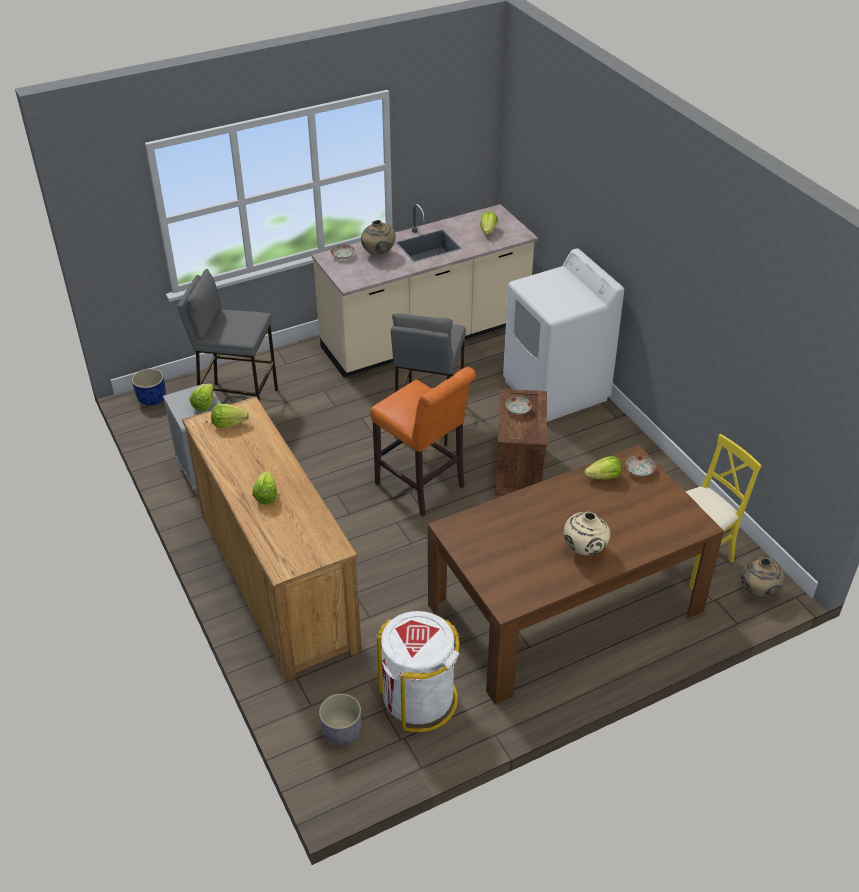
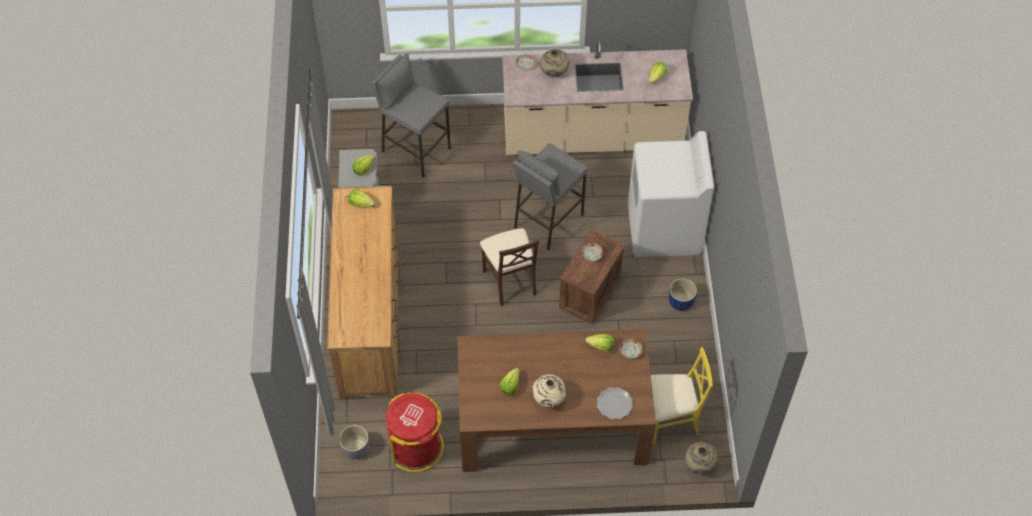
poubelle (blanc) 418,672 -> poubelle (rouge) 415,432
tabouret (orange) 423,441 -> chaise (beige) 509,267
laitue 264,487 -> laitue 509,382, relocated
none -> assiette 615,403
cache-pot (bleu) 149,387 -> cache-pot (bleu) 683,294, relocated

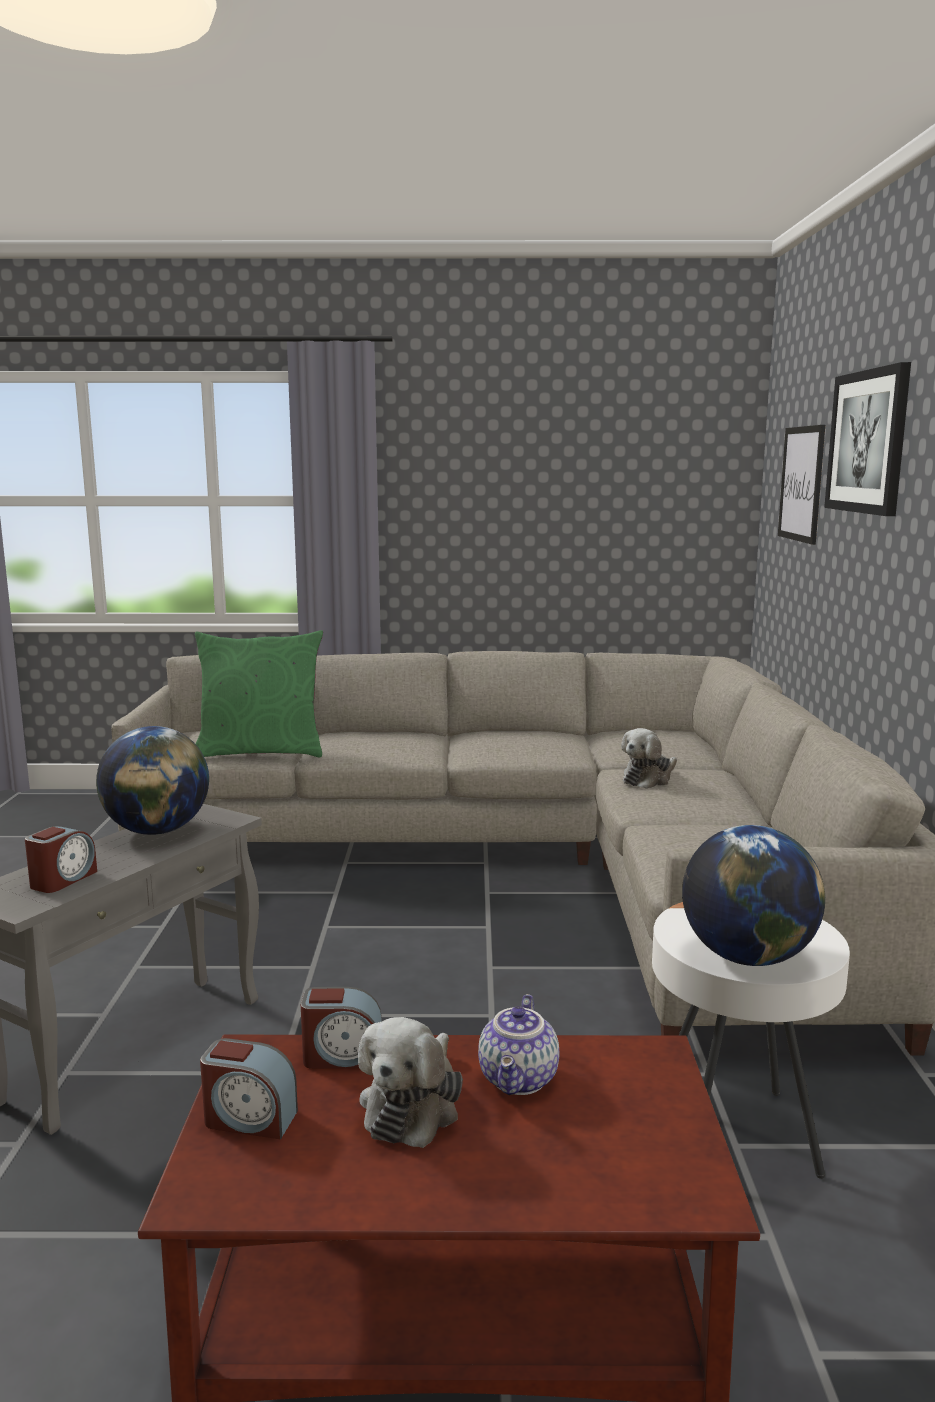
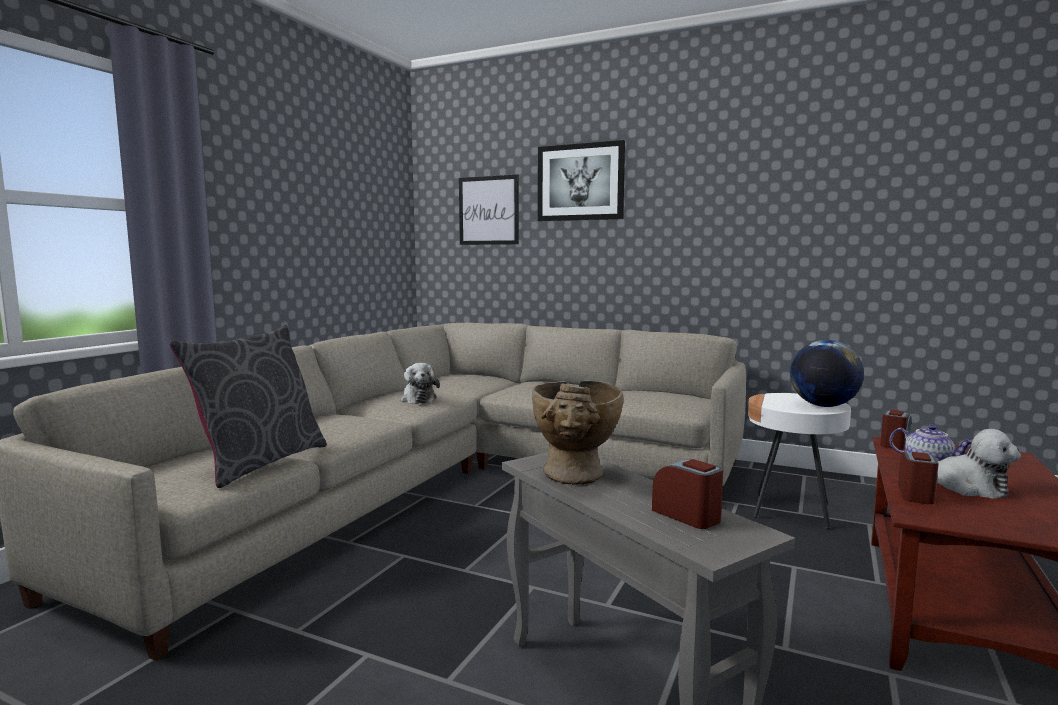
coussin (vert) 259,694 -> coussin (gris) 248,406
peluche 649,758 -> peluche 420,383, relocated
globe 152,780 -> vase (beige) 577,432
réveil 249,1088 -> réveil 895,430, relocated

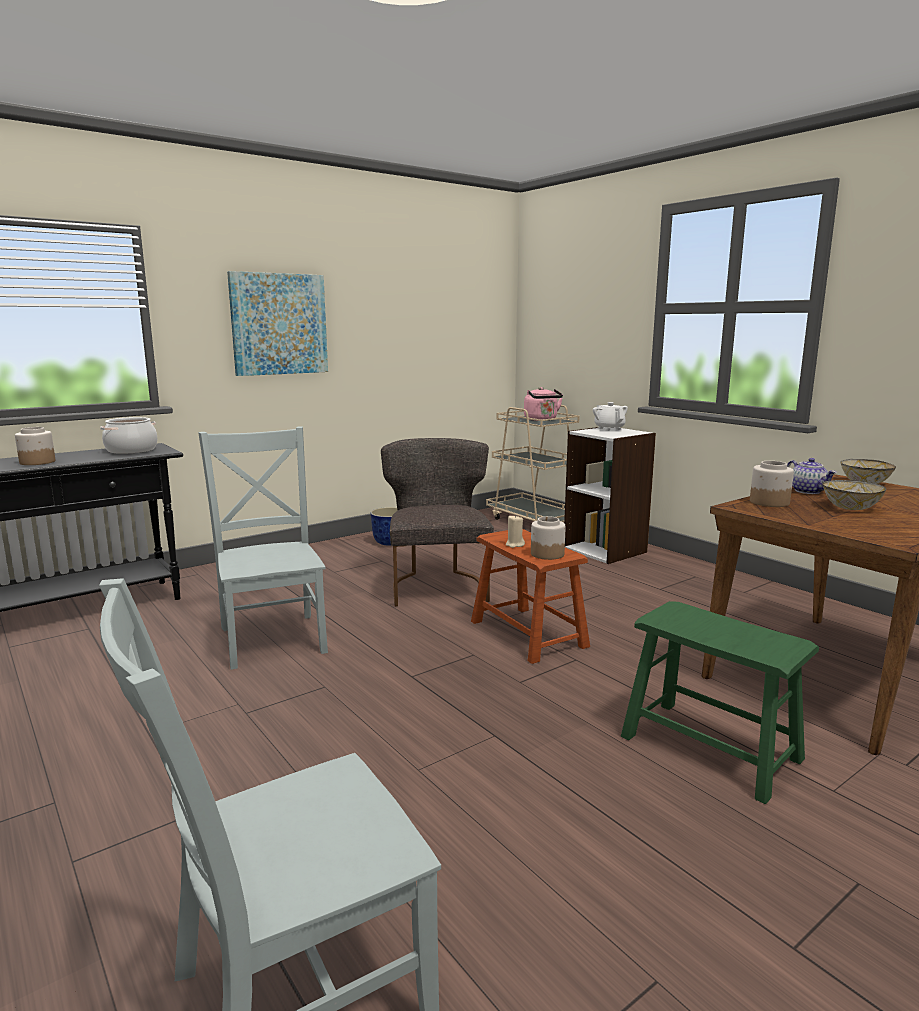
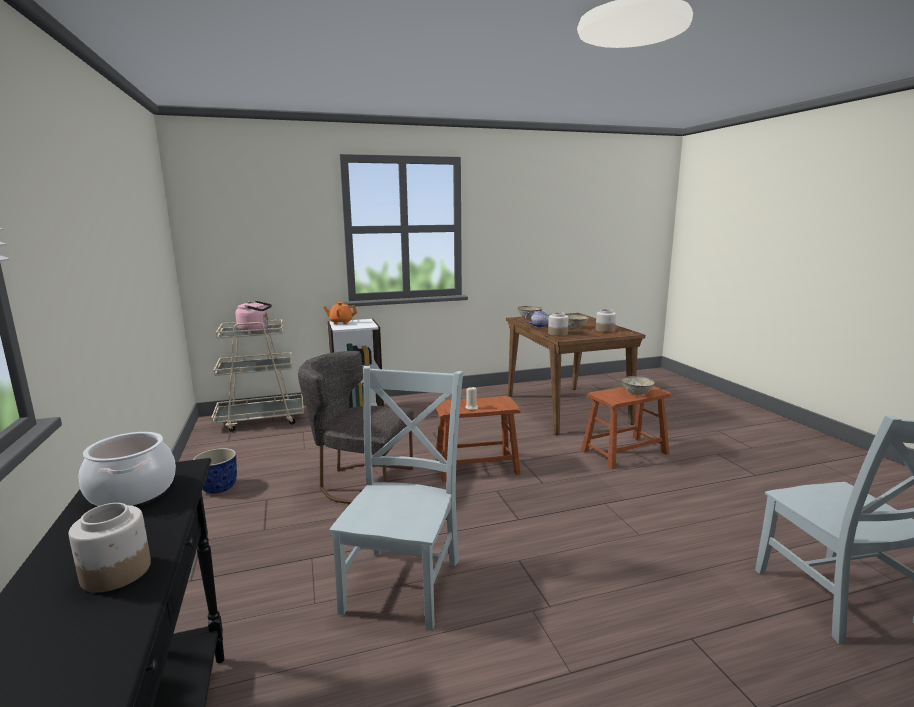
théière (blanc) 610,416 -> théière (orange) 340,313
chaise (gris) 263,548 -> chaise (gris) 396,498, 105 degrees clockwise
tabouret (vert) 720,702 -> tabouret (marron) 626,427
bocal 548,538 -> bocal 606,320, relocated
none -> bol 638,385
tableau 277,323 -> none

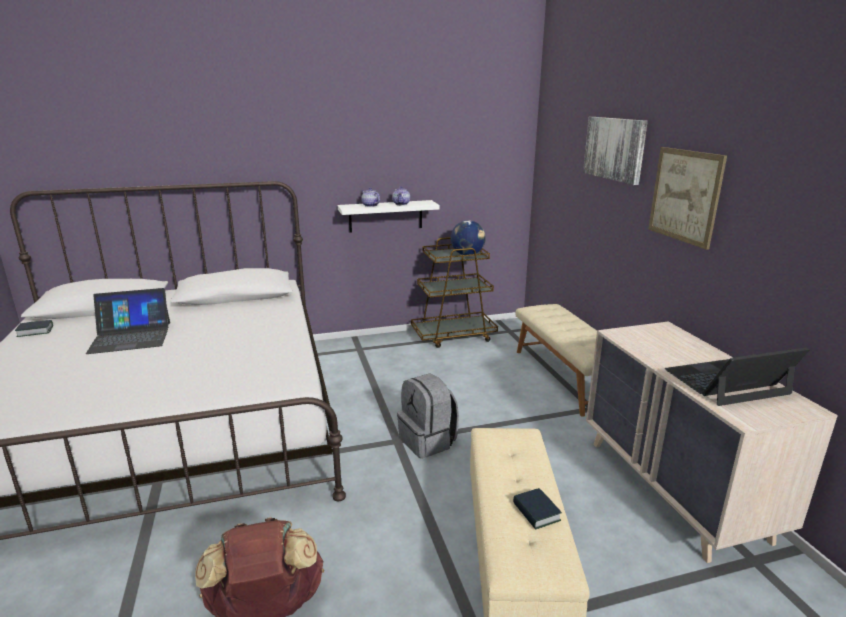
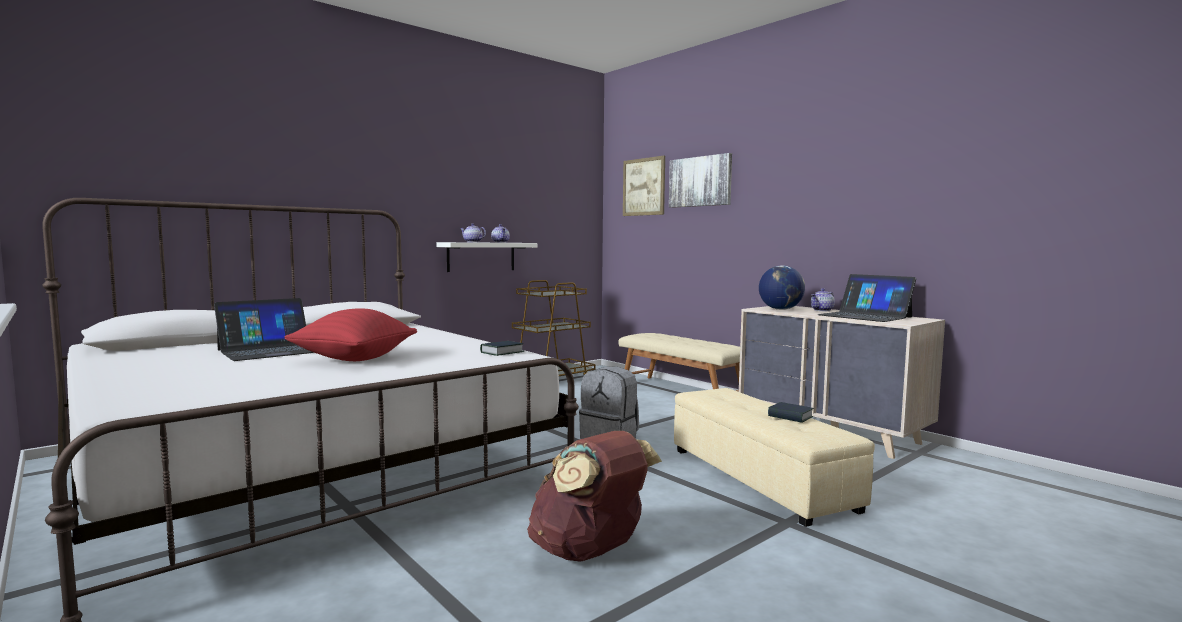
none -> coussin (rouge) 351,334
livre 34,328 -> livre 502,348, relocated
tableau 687,198 -> tableau 644,186, relocated
globe 468,237 -> globe 782,287, relocated
none -> théière 823,299
ordinateur portable 736,376 -> ordinateur portable 867,298, 90 degrees counterclockwise

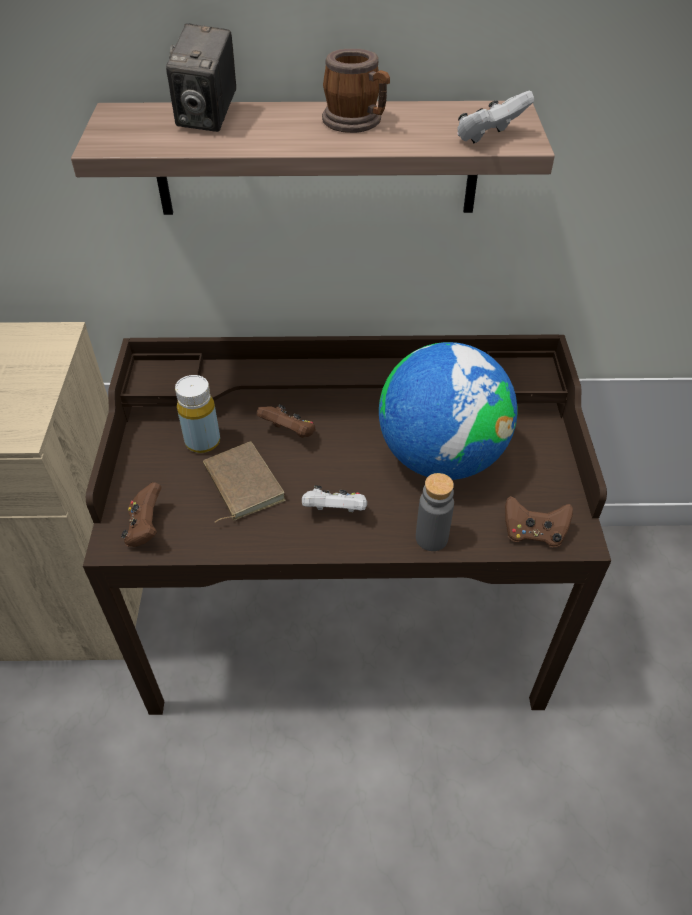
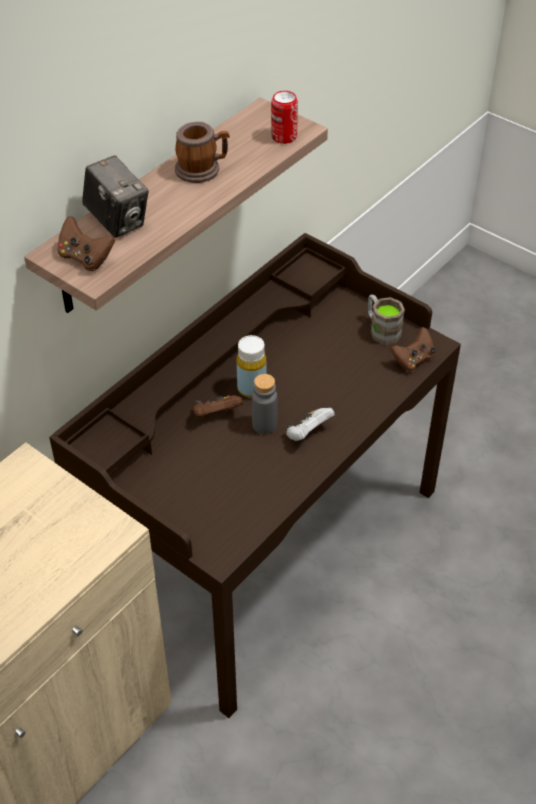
manette (marron) 141,514 -> manette (marron) 86,243, relocated
bouteille (jaune) 197,414 -> bouteille (jaune) 251,366, relocated
bouteille (gris) 435,512 -> bouteille (gris) 264,404, relocated
manette (blanc) 495,117 -> boîte métallique 284,117
none -> mug (marron) 386,319
livre (marron) 244,482 -> none
globe 448,411 -> none

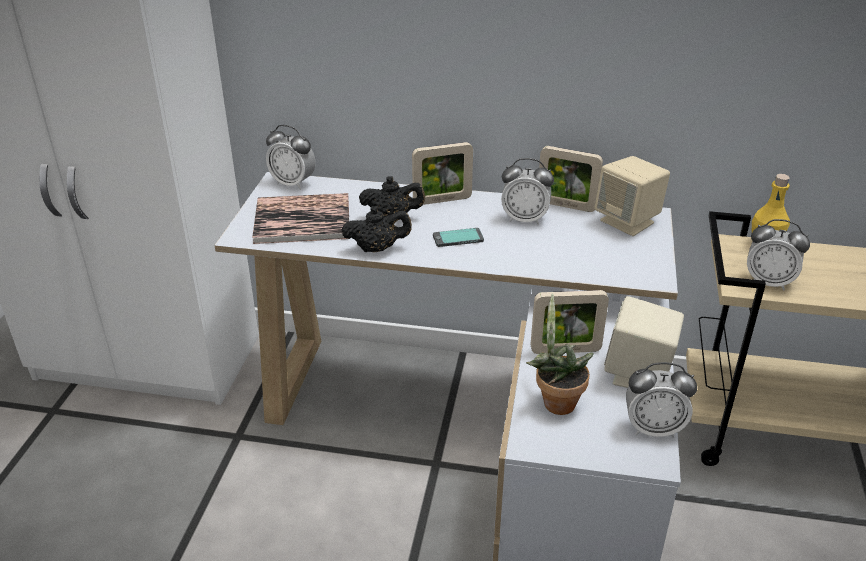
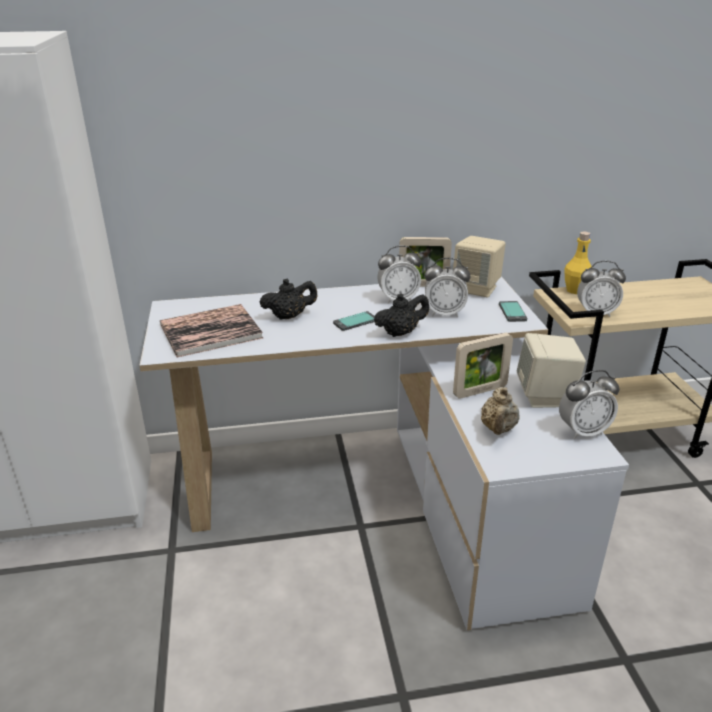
théière (noir) 376,229 -> théière (noir) 401,315, relocated
réveil 291,157 -> réveil 447,287, relocated
plante en pot 559,354 -> théière (beige) 500,411
none -> téléphone 513,311
cadre photo 442,173 -> none

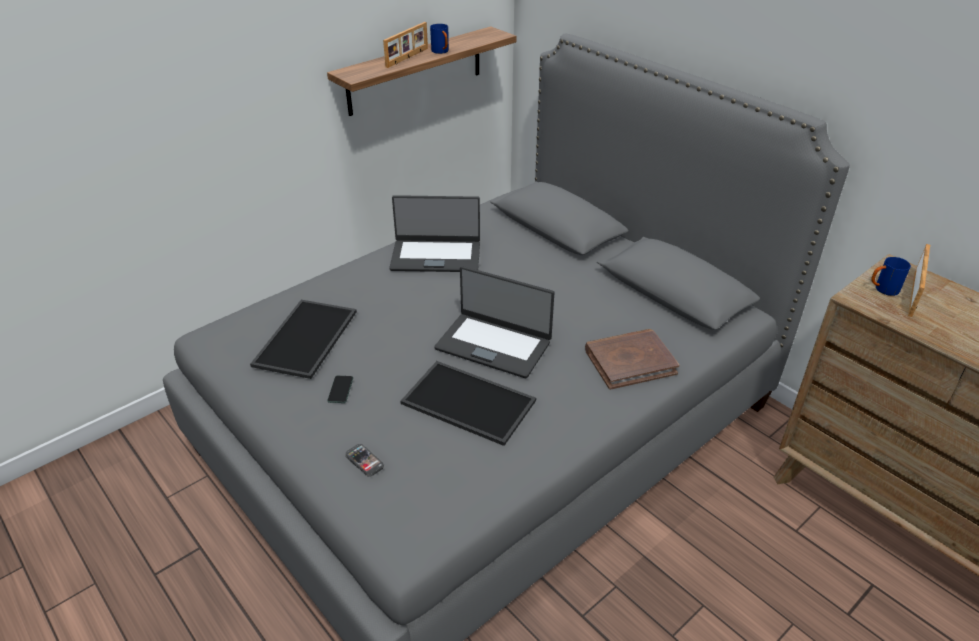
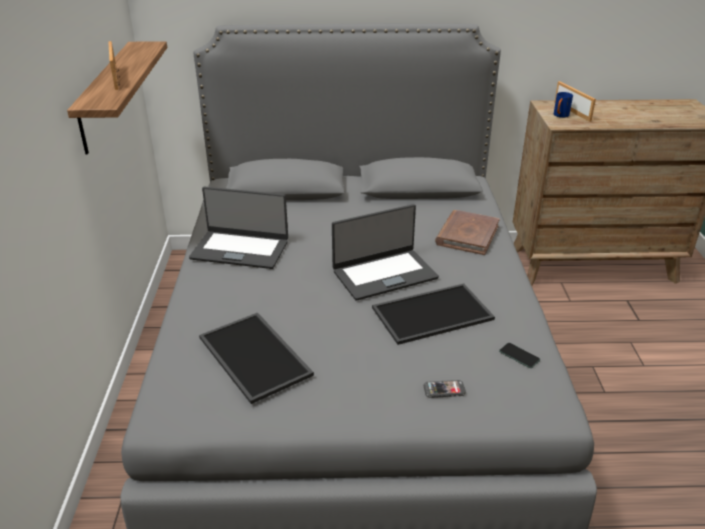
ordinateur portable 434,233 -> ordinateur portable 238,228, 60 degrees clockwise
téléphone 340,389 -> téléphone 519,355, relocated
mug (bleu) 439,39 -> none

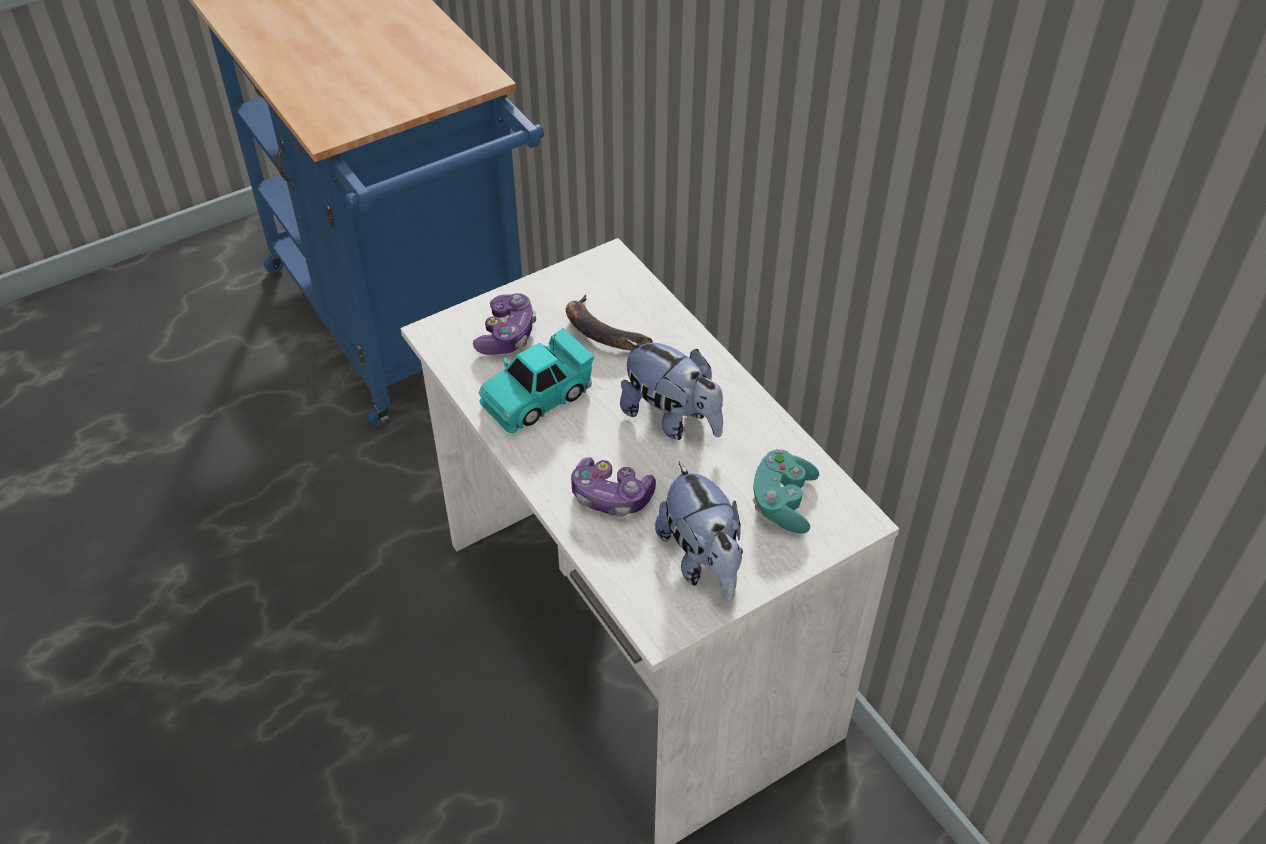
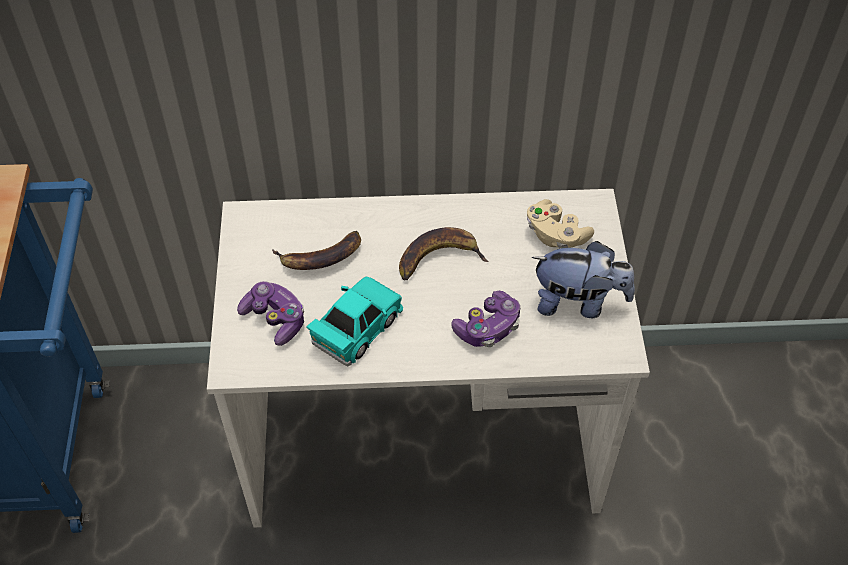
petite voiture (turquoise) 536,380 -> petite voiture (turquoise) 354,321, 135 degrees counterclockwise
peluche 671,389 -> banane 444,254
manette (turquoise) 785,491 -> manette (beige) 560,224

